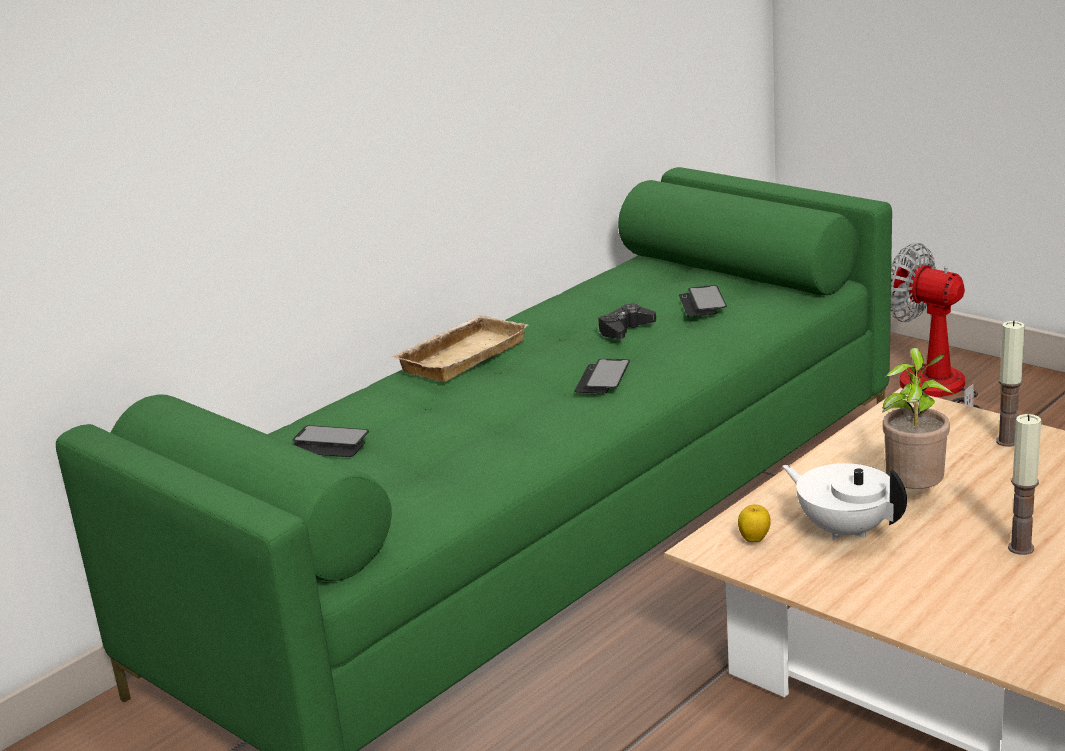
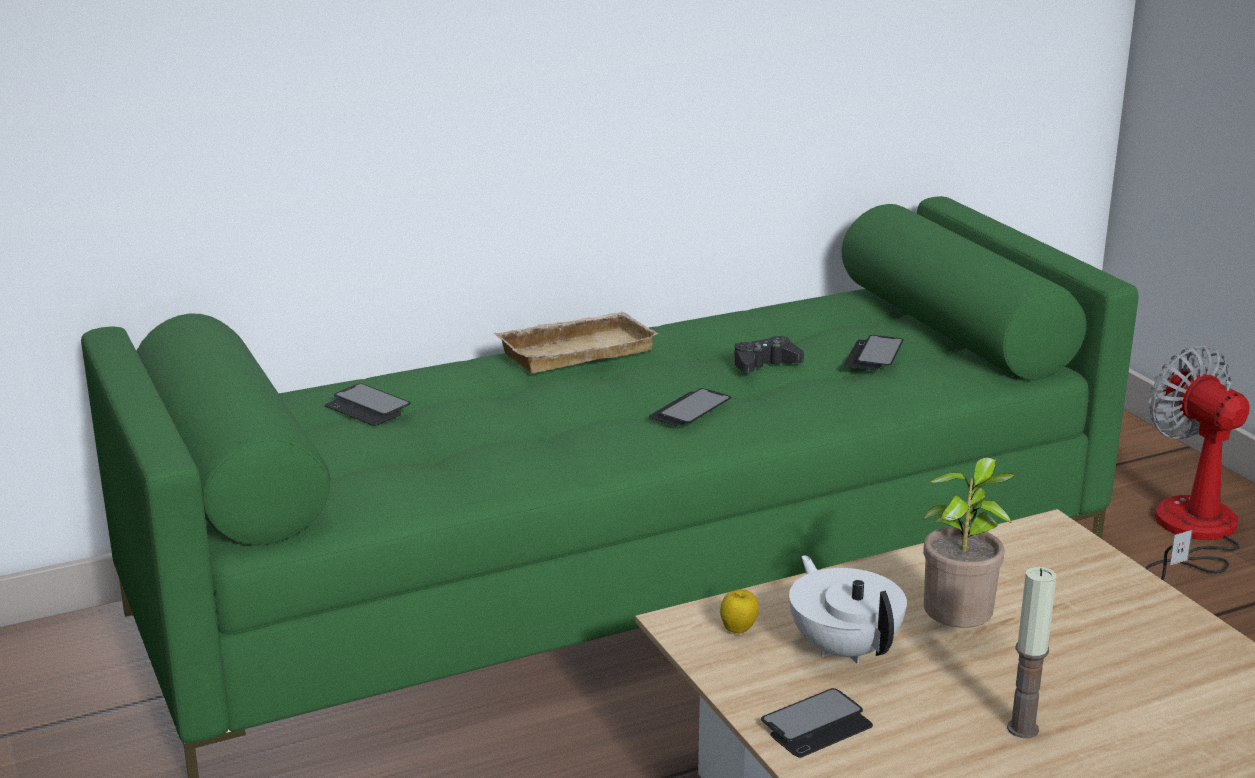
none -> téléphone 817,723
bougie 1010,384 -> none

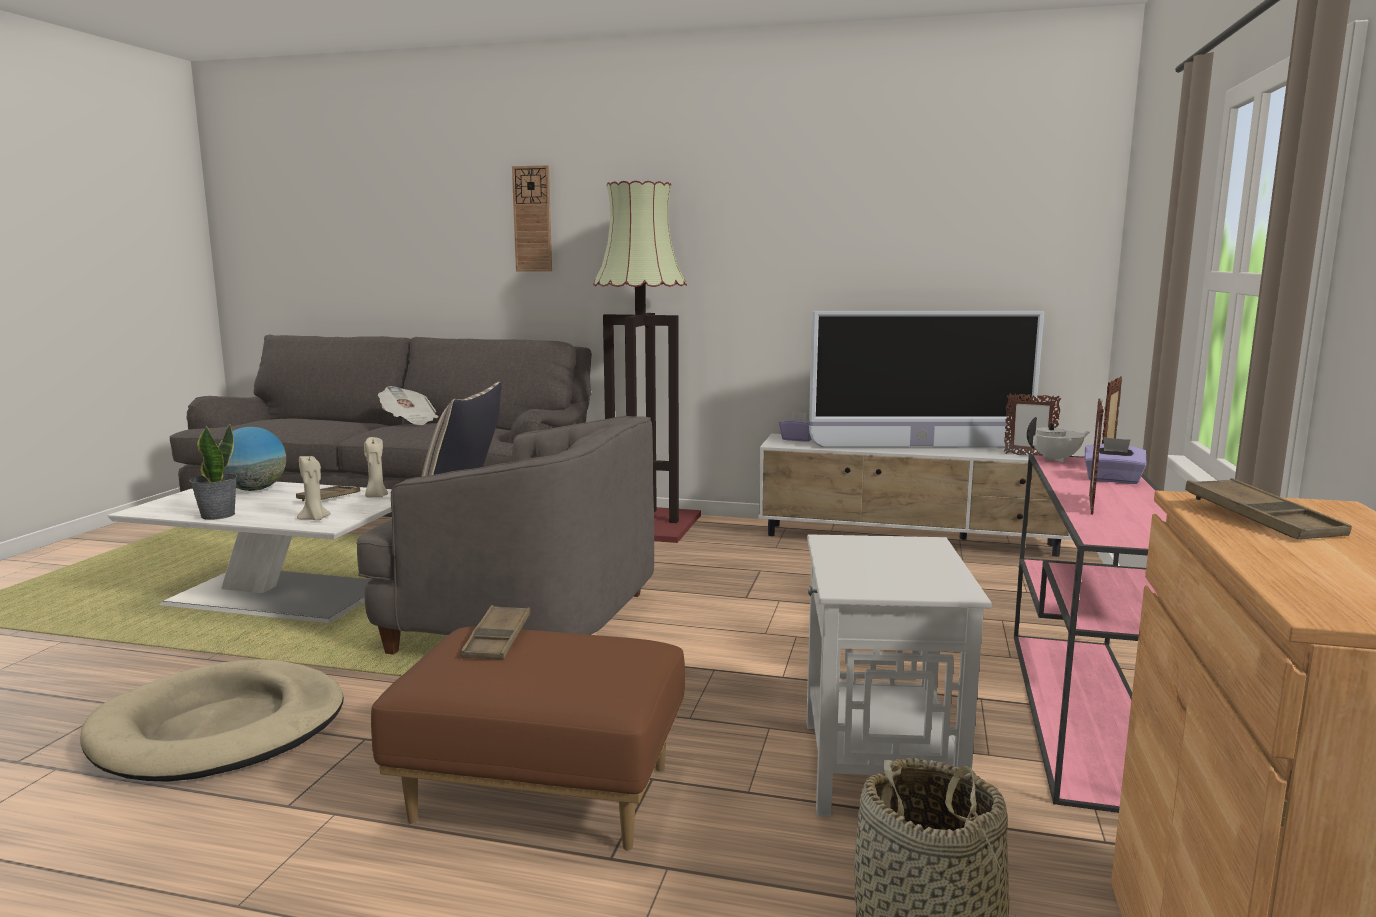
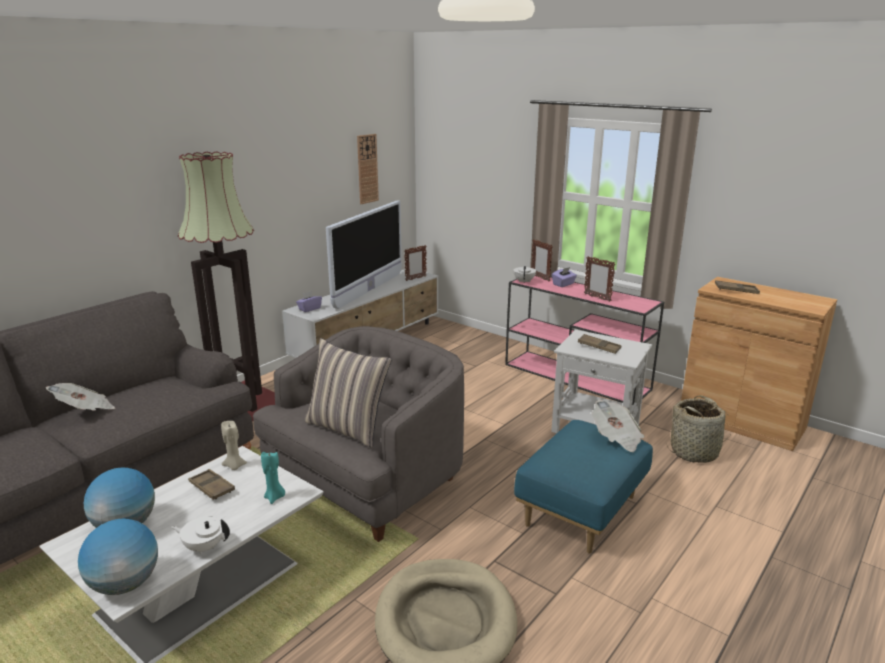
none -> globe 118,557
plante en pot 213,472 -> théière (blanc) 200,535
bougie (beige) 314,488 -> bougie (turquoise) 273,478
horloge murale 532,218 -> horloge murale 368,169, relocated
pouf (marron) 528,739 -> pouf (bleu) 583,486
plateau (marron) 495,632 -> plateau (marron) 599,344, relocated
none -> journal 617,426

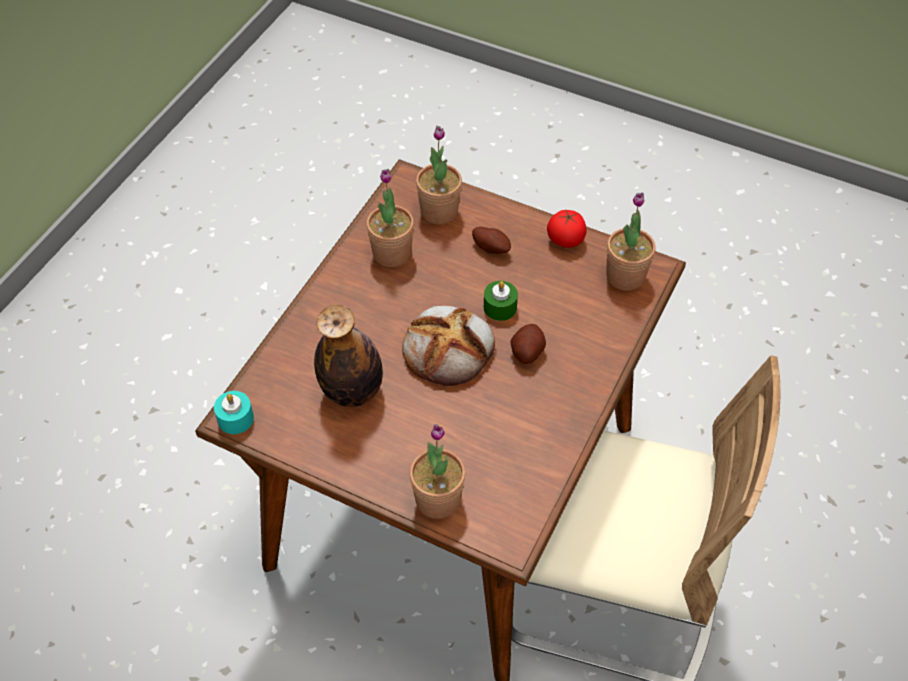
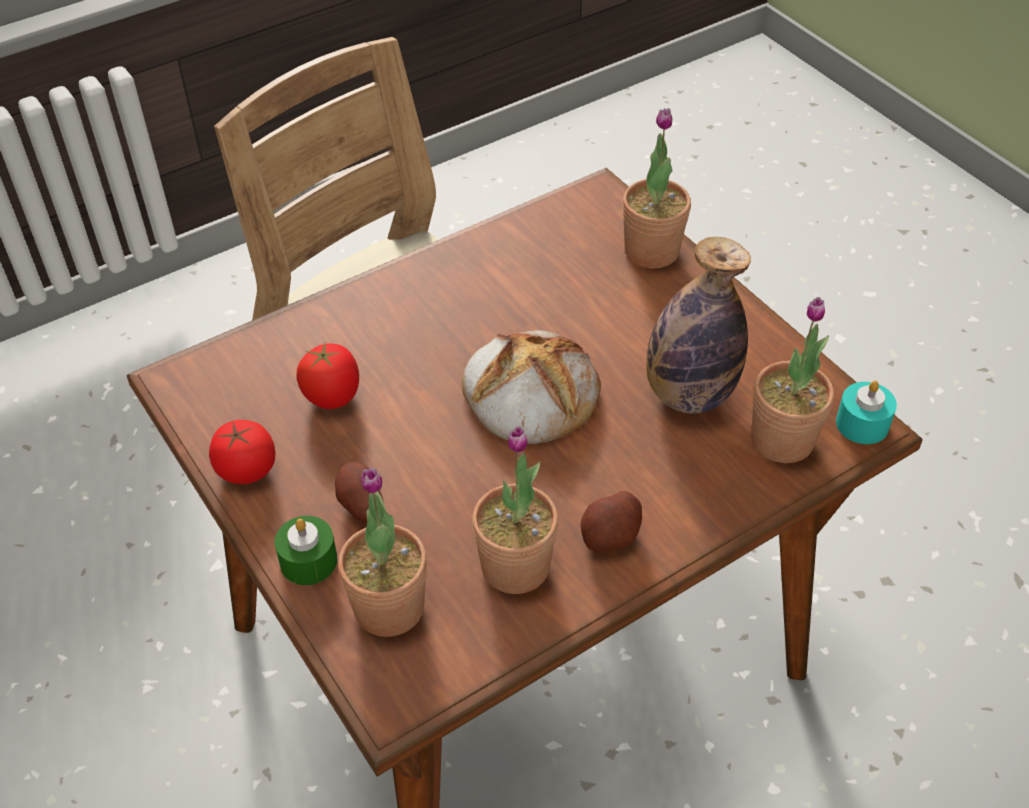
bougie (vert) 501,301 -> bougie (vert) 305,550, relocated
none -> tomate 327,376
pomme de terre 528,344 -> pomme de terre 611,522, relocated
plante en pot 631,241 -> plante en pot 792,380, relocated

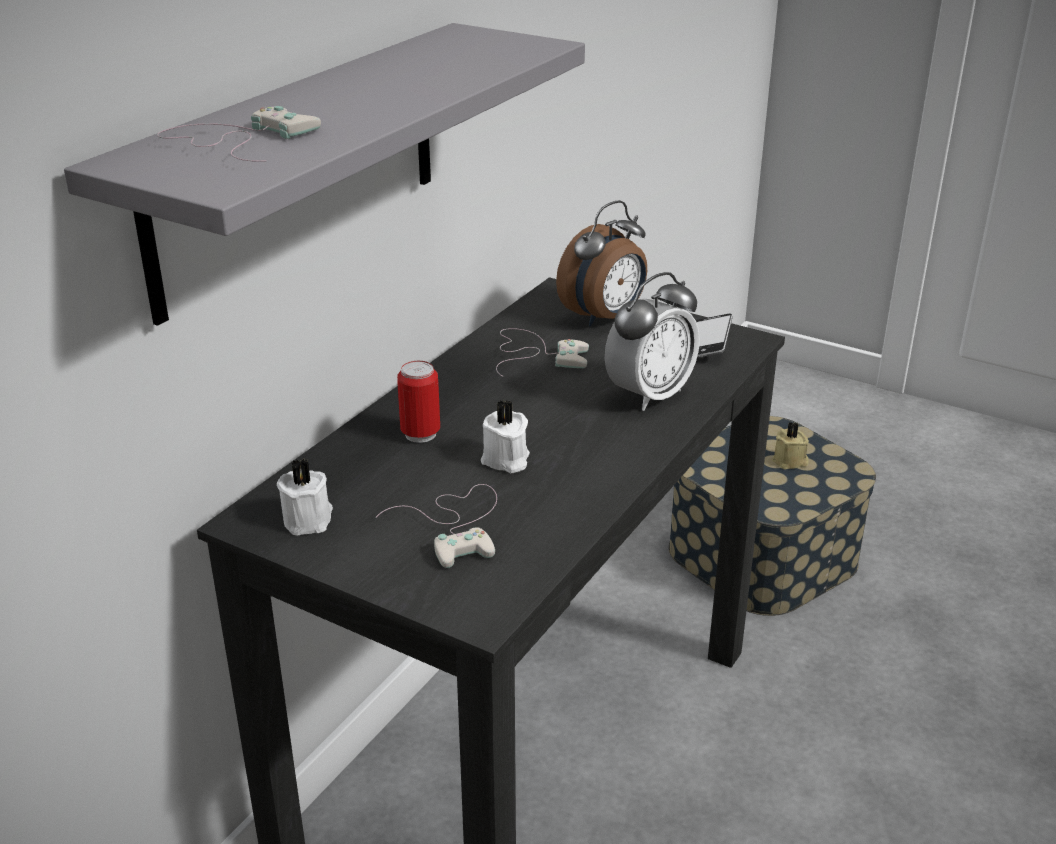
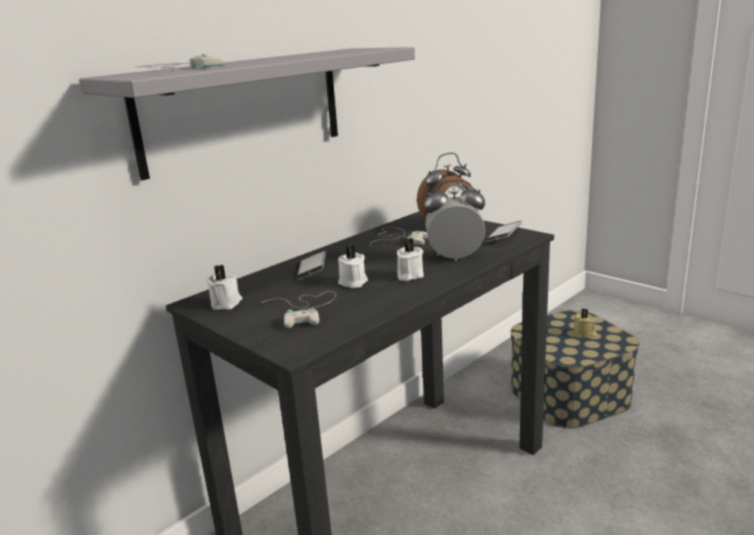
boîte métallique 418,402 -> téléphone 311,265
none -> bougie (blanc) 410,259
réveil 652,341 -> réveil 454,220, 150 degrees counterclockwise

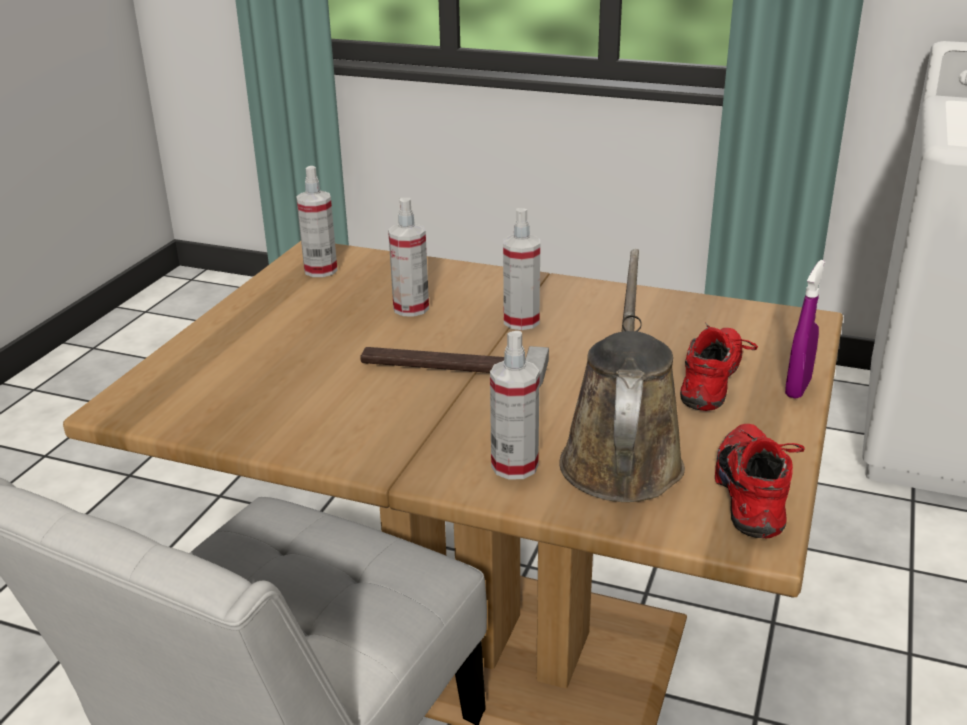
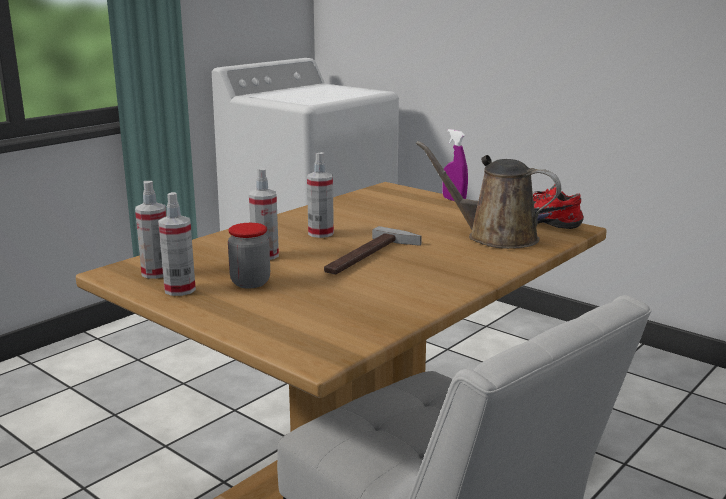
vaporisateur 515,405 -> vaporisateur 177,244, relocated
none -> bocal 249,255
chaussure (rouge) 719,367 -> none

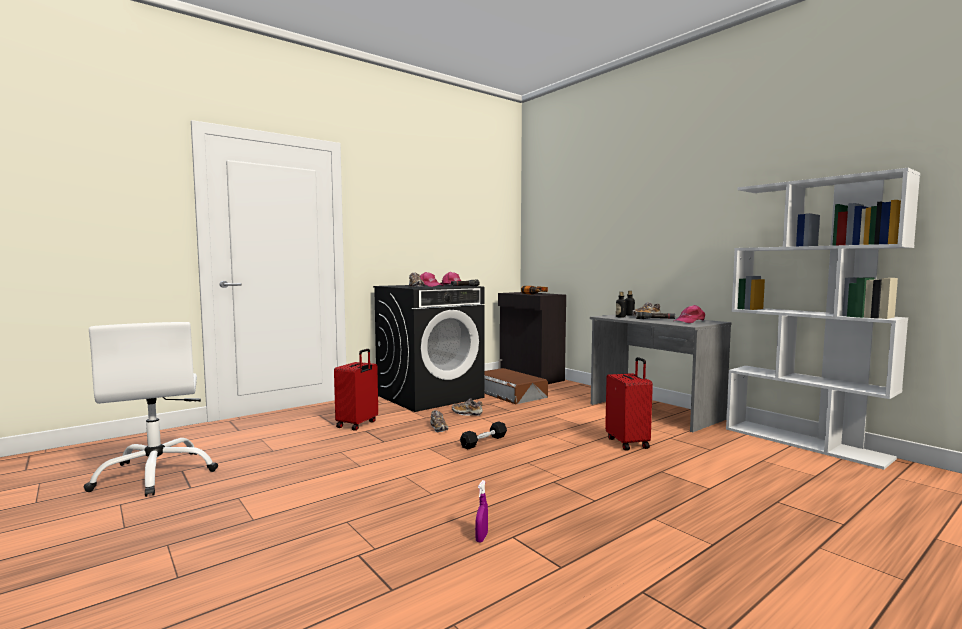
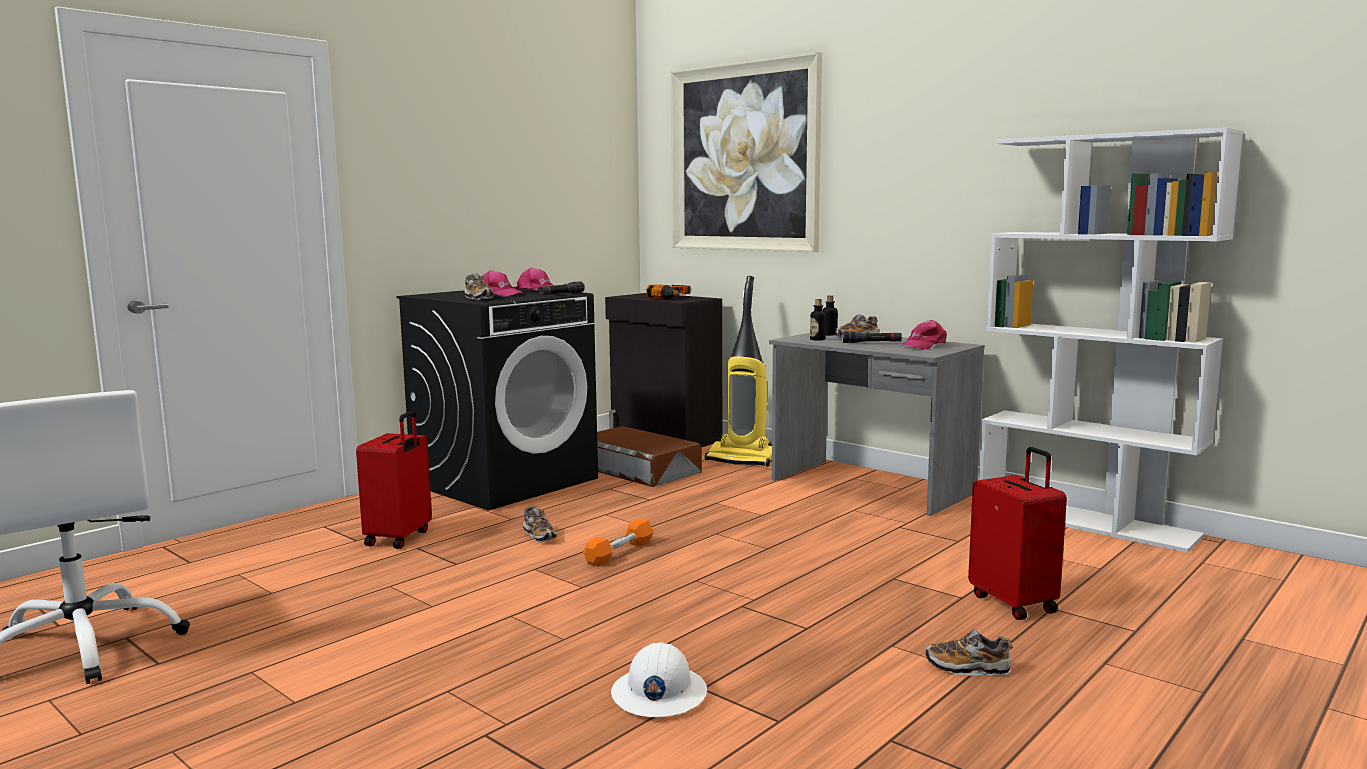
haltère (noir) 483,435 -> haltère (orange) 618,543
vaporisateur (violet) 481,511 -> casque de chantier (blanc) 659,679
none -> tableau 746,152
none -> aspirateur 738,371
chaussure 467,407 -> chaussure 969,652, relocated
valise (rouge) 629,404 -> valise (rouge) 1017,533, relocated

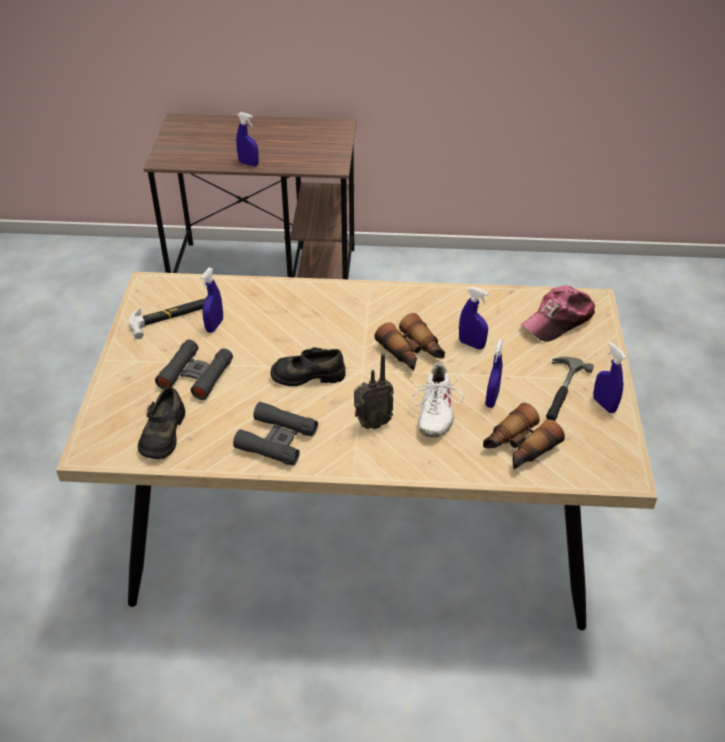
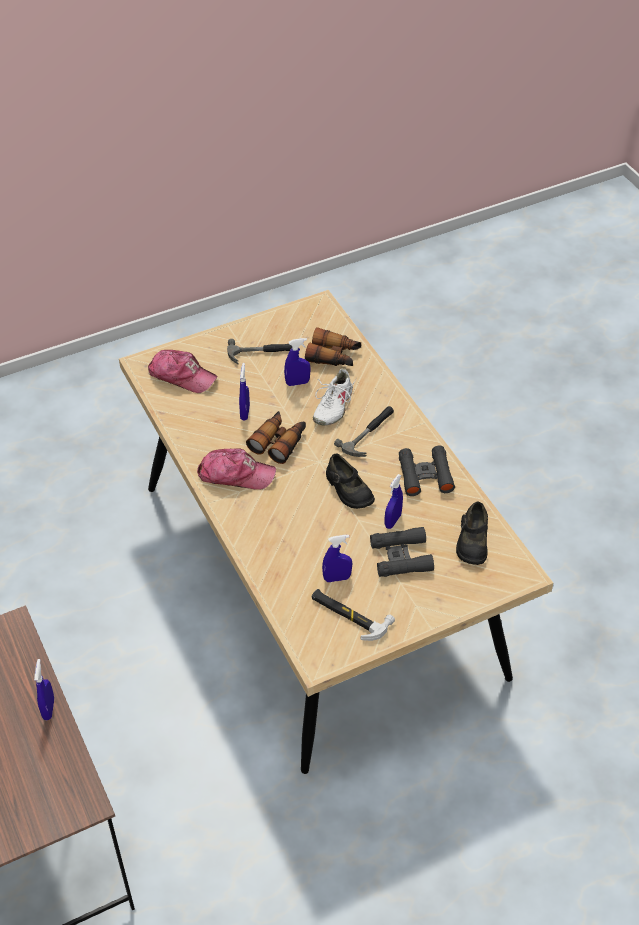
none -> casquette 236,469
chaussure (blanc) 436,400 -> chaussure (blanc) 334,397, 135 degrees clockwise
radio 374,391 -> marteau 364,431
vaporisateur (bleu) 609,377 -> vaporisateur (bleu) 394,501, relocated
chaussure (noir) 161,423 -> chaussure (noir) 472,533, 120 degrees clockwise

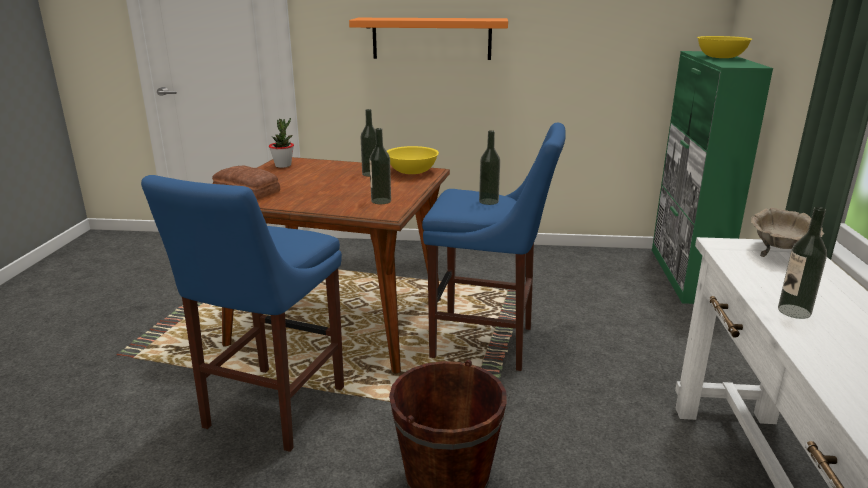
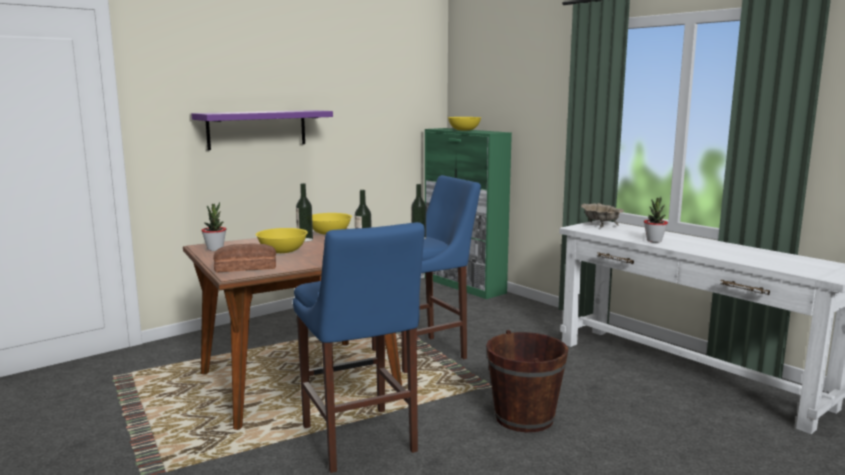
étagère (orange) 428,39 -> étagère (violet) 262,130
none -> bol (jaune) 281,240
bouteille 802,263 -> plante en pot 656,219

